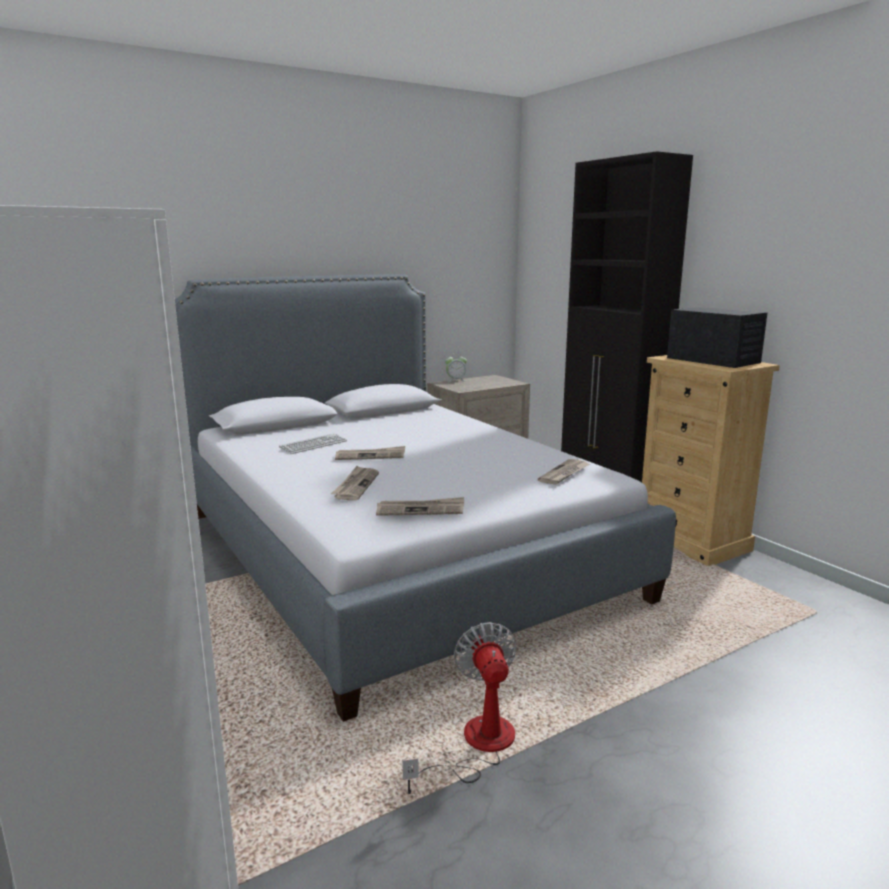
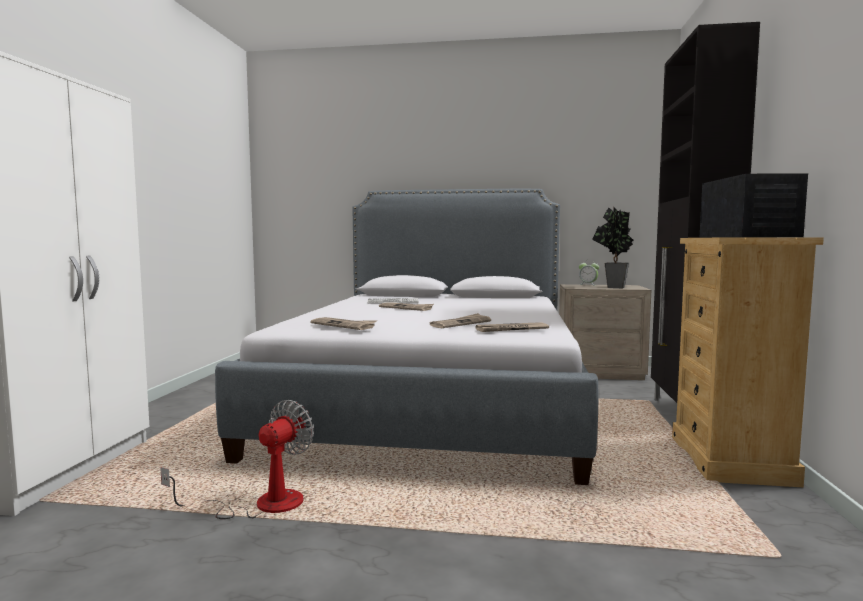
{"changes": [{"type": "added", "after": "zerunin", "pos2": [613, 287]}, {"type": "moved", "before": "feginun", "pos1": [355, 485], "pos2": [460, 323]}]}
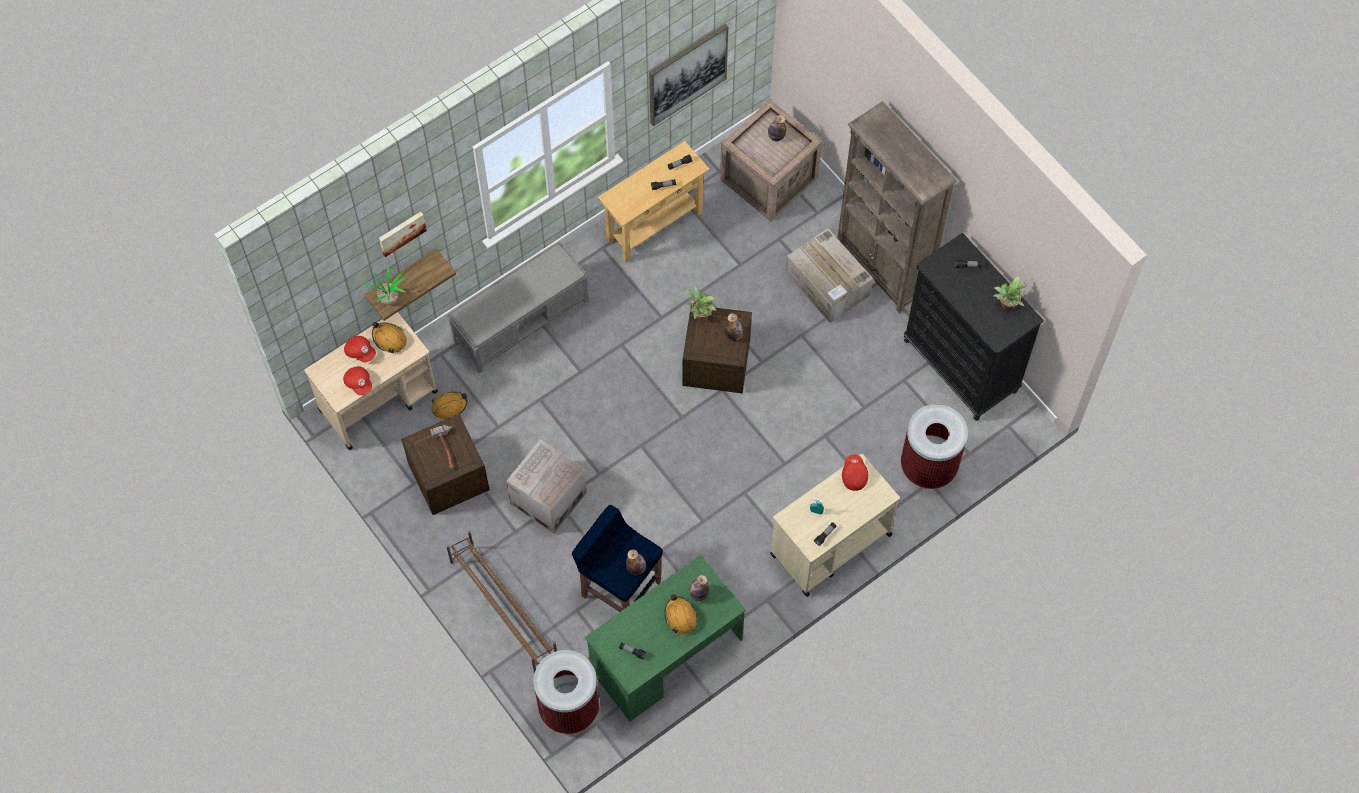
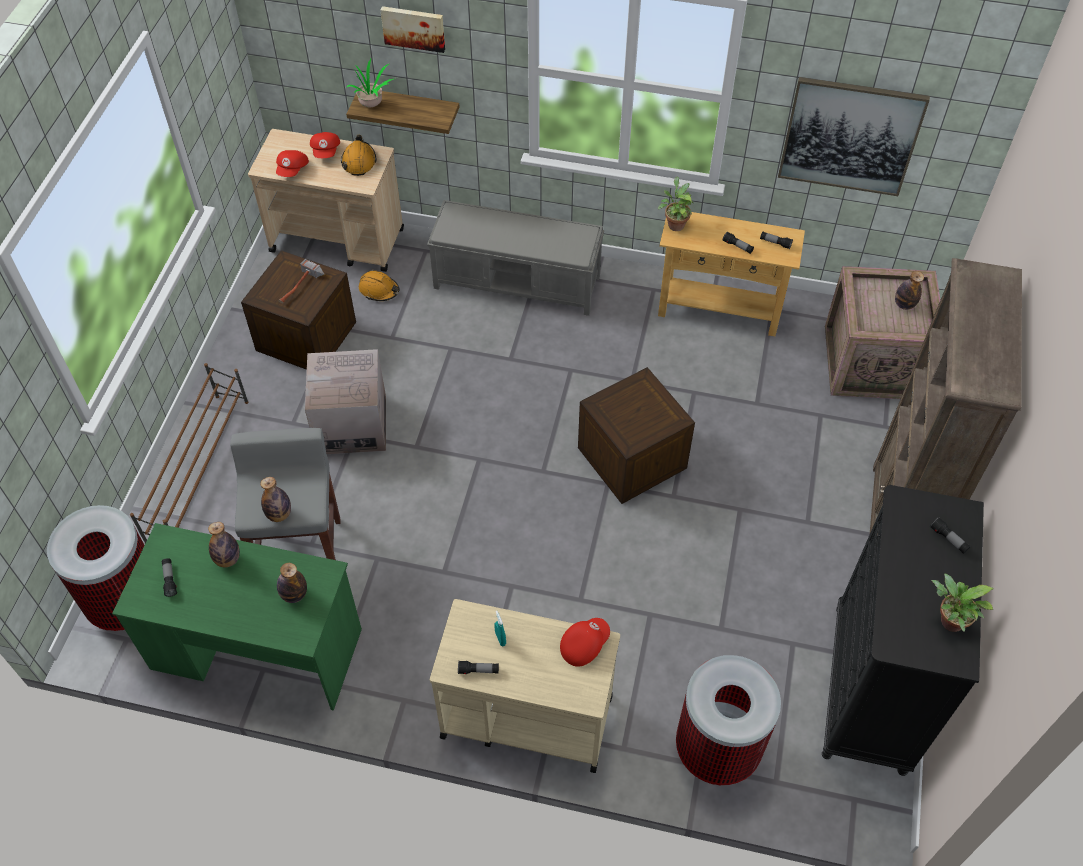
{"changes": [{"type": "removed", "before": "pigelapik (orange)", "pos1": [680, 617]}, {"type": "removed", "before": "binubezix", "pos1": [828, 284]}, {"type": "moved", "before": "zerunin", "pos1": [699, 314], "pos2": [675, 224]}, {"type": "moved", "before": "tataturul", "pos1": [734, 335], "pos2": [228, 559]}, {"type": "recoloured", "before": "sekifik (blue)", "after": "sekifik (grey)", "pos1": [620, 588], "pos2": [302, 551]}]}
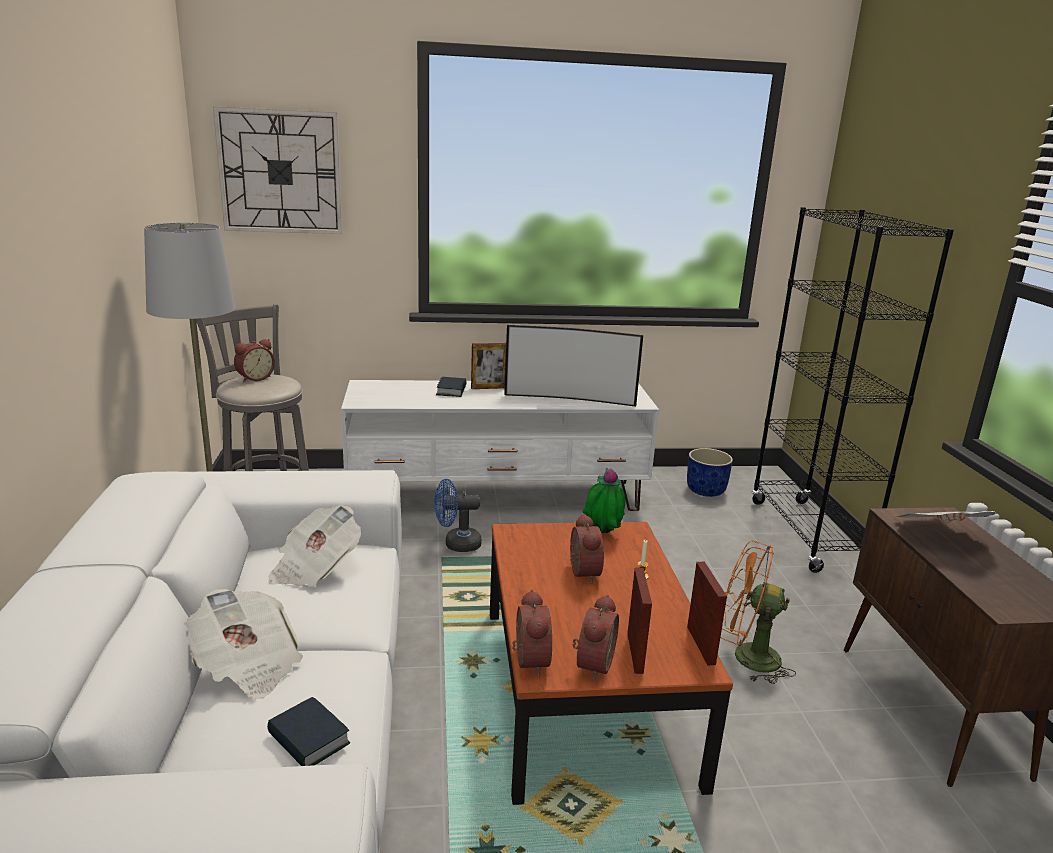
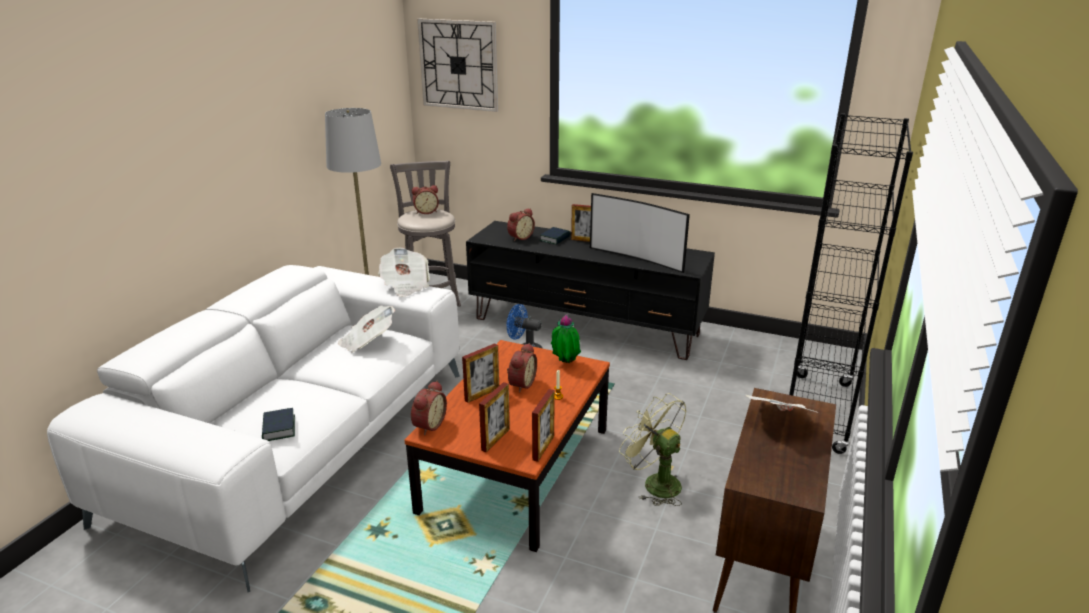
{"changes": [{"type": "removed", "before": "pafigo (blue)", "pos1": [705, 490]}, {"type": "added", "after": "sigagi", "pos2": [482, 394]}, {"type": "moved", "before": "feginun", "pos1": [247, 665], "pos2": [405, 285]}, {"type": "moved", "before": "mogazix", "pos1": [591, 663], "pos2": [520, 237]}, {"type": "recoloured", "before": "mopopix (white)", "after": "mopopix (black)", "pos1": [498, 496], "pos2": [586, 326]}, {"type": "recoloured", "before": "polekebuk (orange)", "after": "polekebuk (green)", "pos1": [746, 657], "pos2": [654, 483]}]}
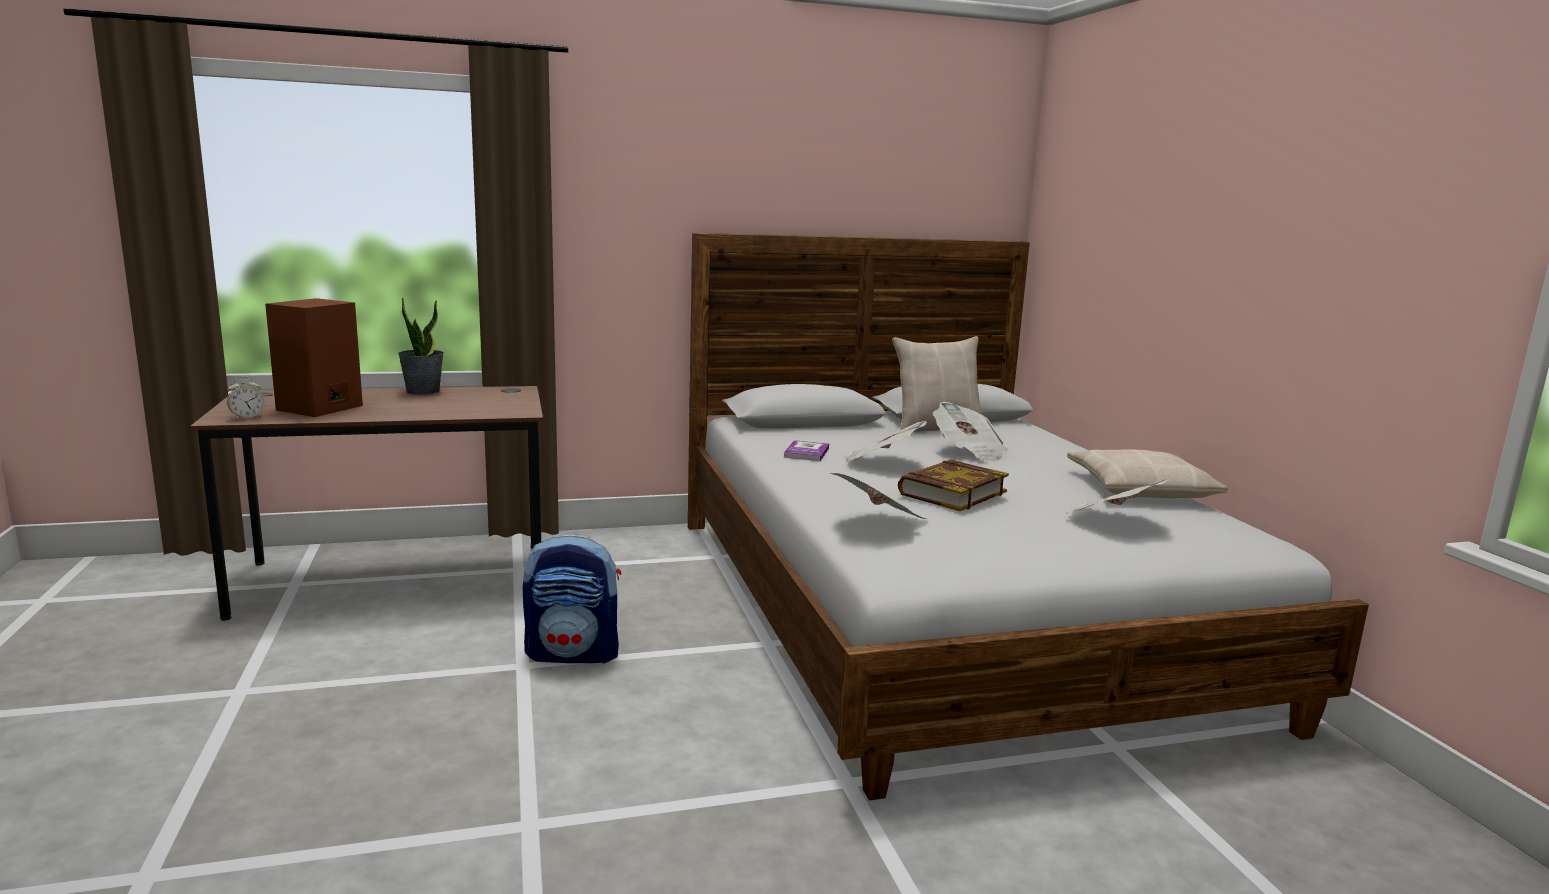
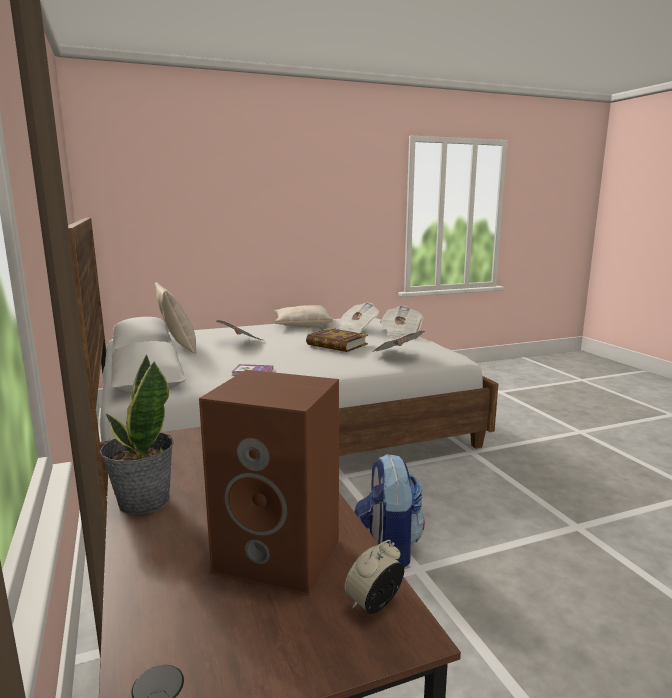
{"changes": [{"type": "moved", "before": "feginun", "pos1": [881, 463], "pos2": [400, 334]}, {"type": "turned", "before": "mogazix", "pos1": [247, 417], "pos2": [374, 604], "turn": -90}]}
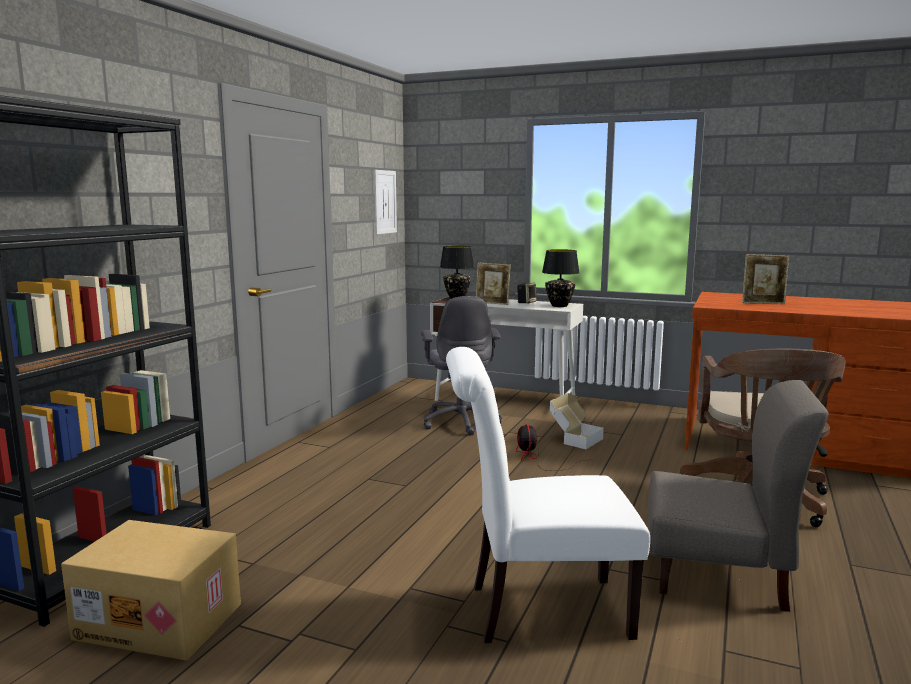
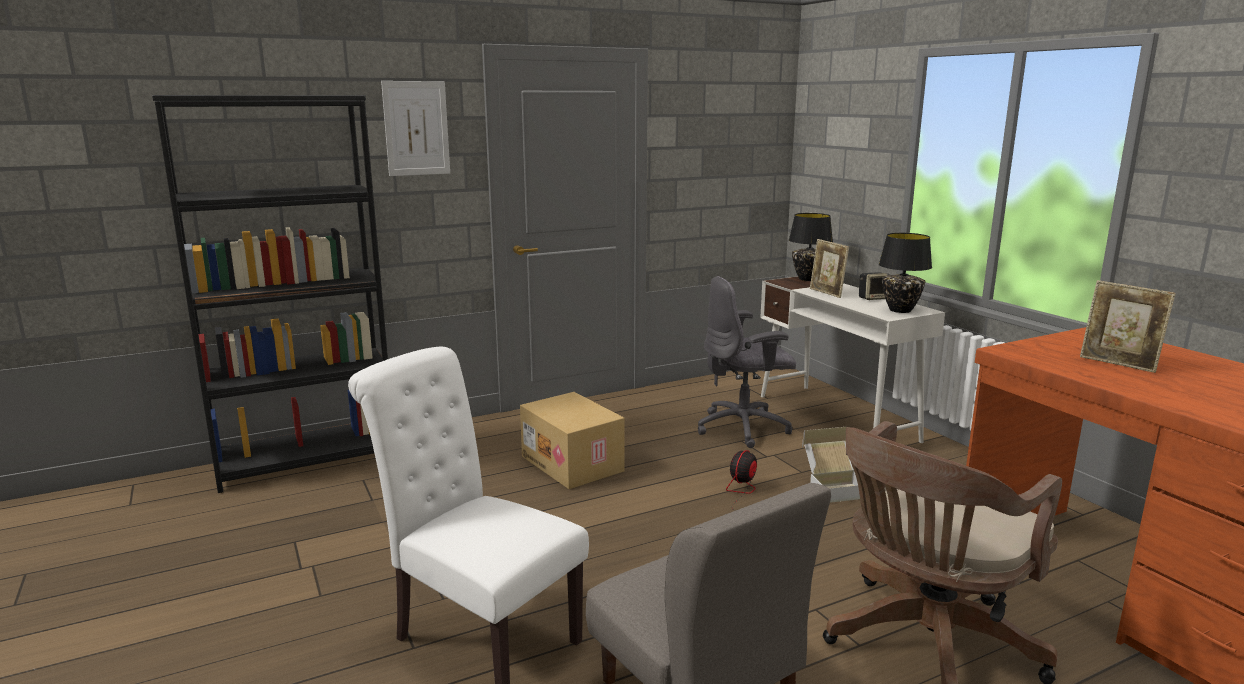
{"changes": [{"type": "moved", "before": "binubezix", "pos1": [161, 620], "pos2": [574, 463]}, {"type": "moved", "before": "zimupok", "pos1": [385, 202], "pos2": [416, 128]}, {"type": "turned", "before": "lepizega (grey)", "pos1": [461, 422], "pos2": [744, 428], "turn": 45}]}
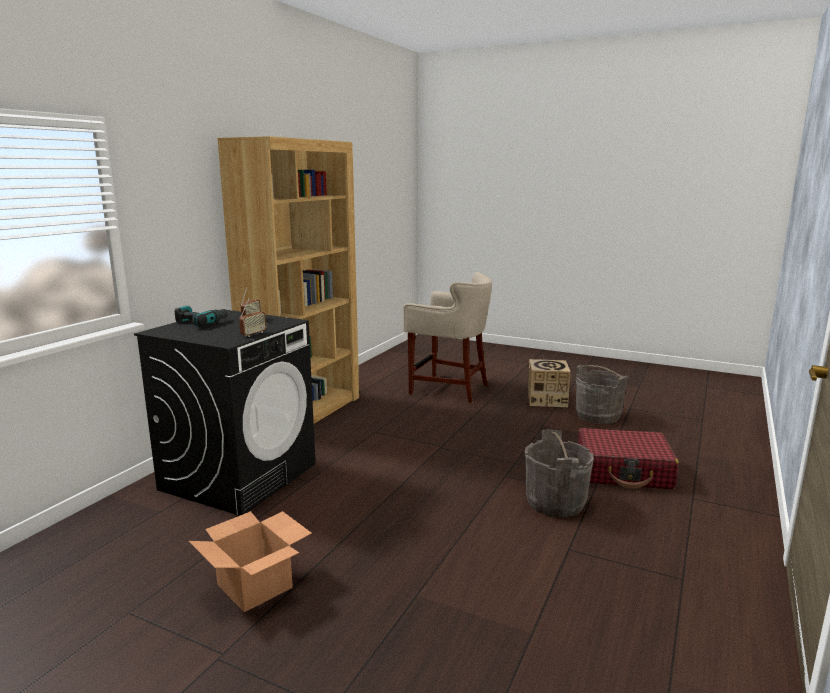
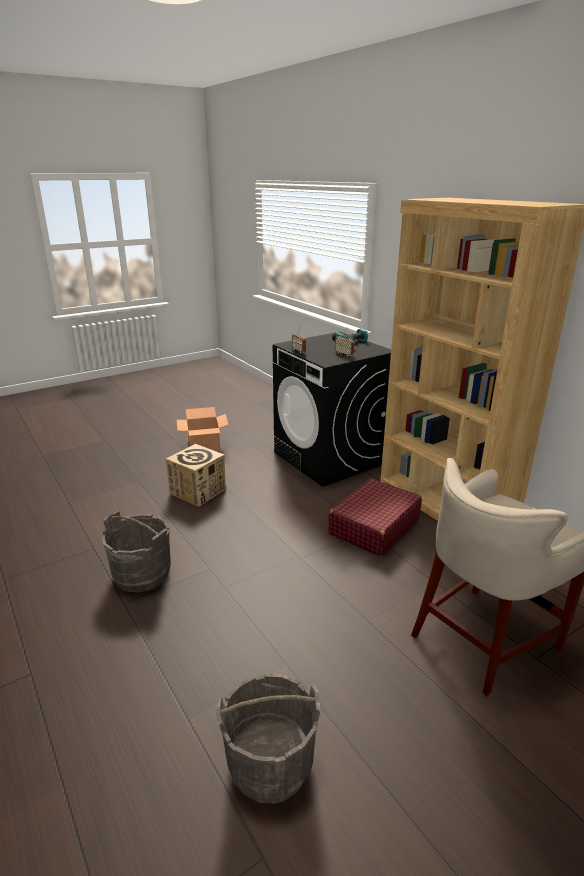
{"changes": [{"type": "moved", "before": "binubezix", "pos1": [547, 400], "pos2": [198, 491]}, {"type": "moved", "before": "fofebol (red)", "pos1": [623, 471], "pos2": [374, 527]}]}
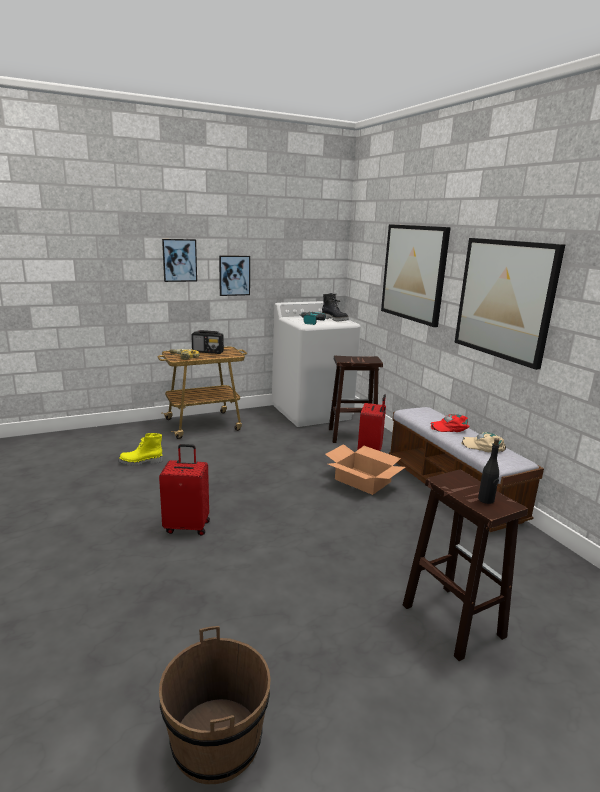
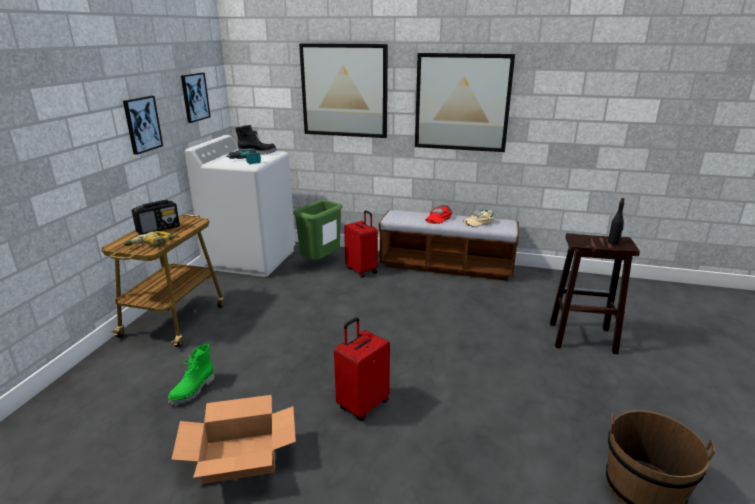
{"changes": [{"type": "moved", "before": "zimupok", "pos1": [179, 260], "pos2": [194, 97]}, {"type": "moved", "before": "binubezix", "pos1": [362, 480], "pos2": [240, 457]}, {"type": "replaced", "before": "sekifik (brown)", "after": "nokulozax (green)", "pos1": [351, 436], "pos2": [321, 263]}, {"type": "recoloured", "before": "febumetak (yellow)", "after": "febumetak (green)", "pos1": [141, 462], "pos2": [193, 391]}]}
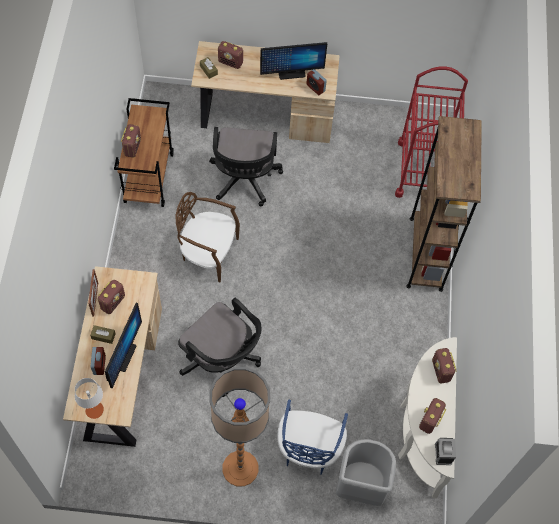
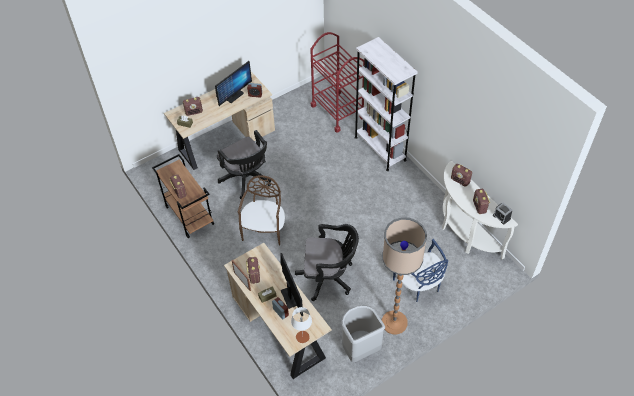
{"changes": [{"type": "moved", "before": "nokulozax (grey)", "pos1": [360, 486], "pos2": [360, 349]}, {"type": "recoloured", "before": "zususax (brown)", "after": "zususax (white)", "pos1": [426, 253], "pos2": [380, 148]}, {"type": "turned", "before": "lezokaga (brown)", "pos1": [208, 253], "pos2": [264, 229], "turn": 120}]}
